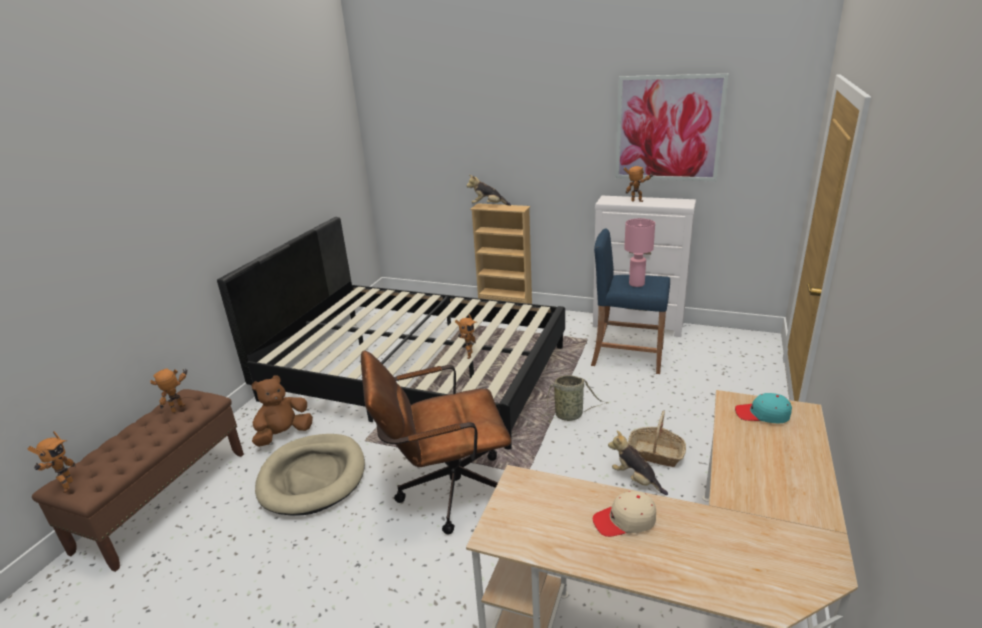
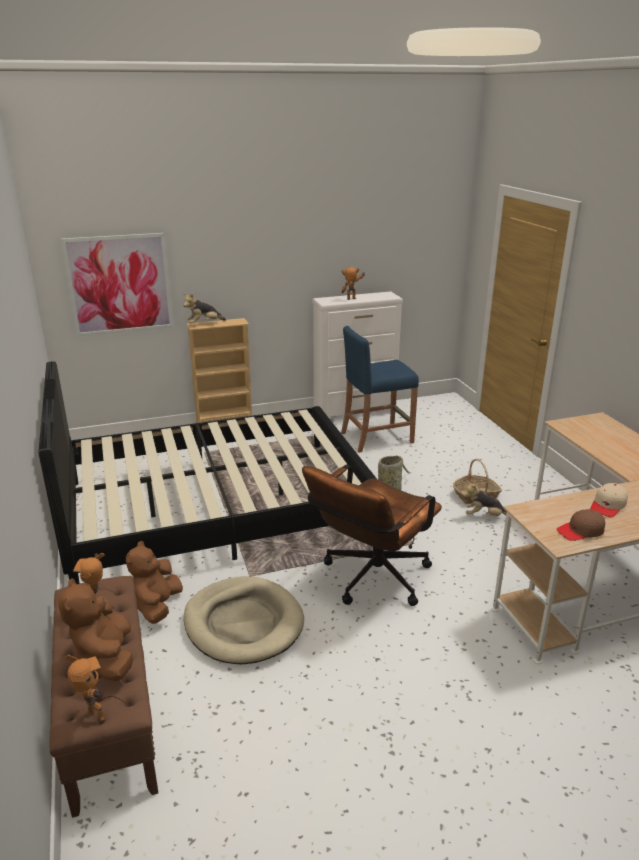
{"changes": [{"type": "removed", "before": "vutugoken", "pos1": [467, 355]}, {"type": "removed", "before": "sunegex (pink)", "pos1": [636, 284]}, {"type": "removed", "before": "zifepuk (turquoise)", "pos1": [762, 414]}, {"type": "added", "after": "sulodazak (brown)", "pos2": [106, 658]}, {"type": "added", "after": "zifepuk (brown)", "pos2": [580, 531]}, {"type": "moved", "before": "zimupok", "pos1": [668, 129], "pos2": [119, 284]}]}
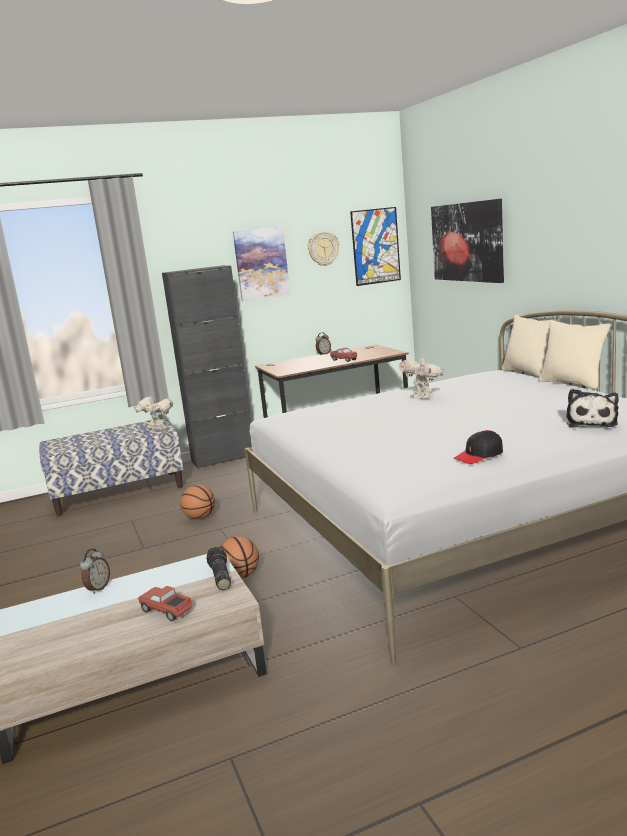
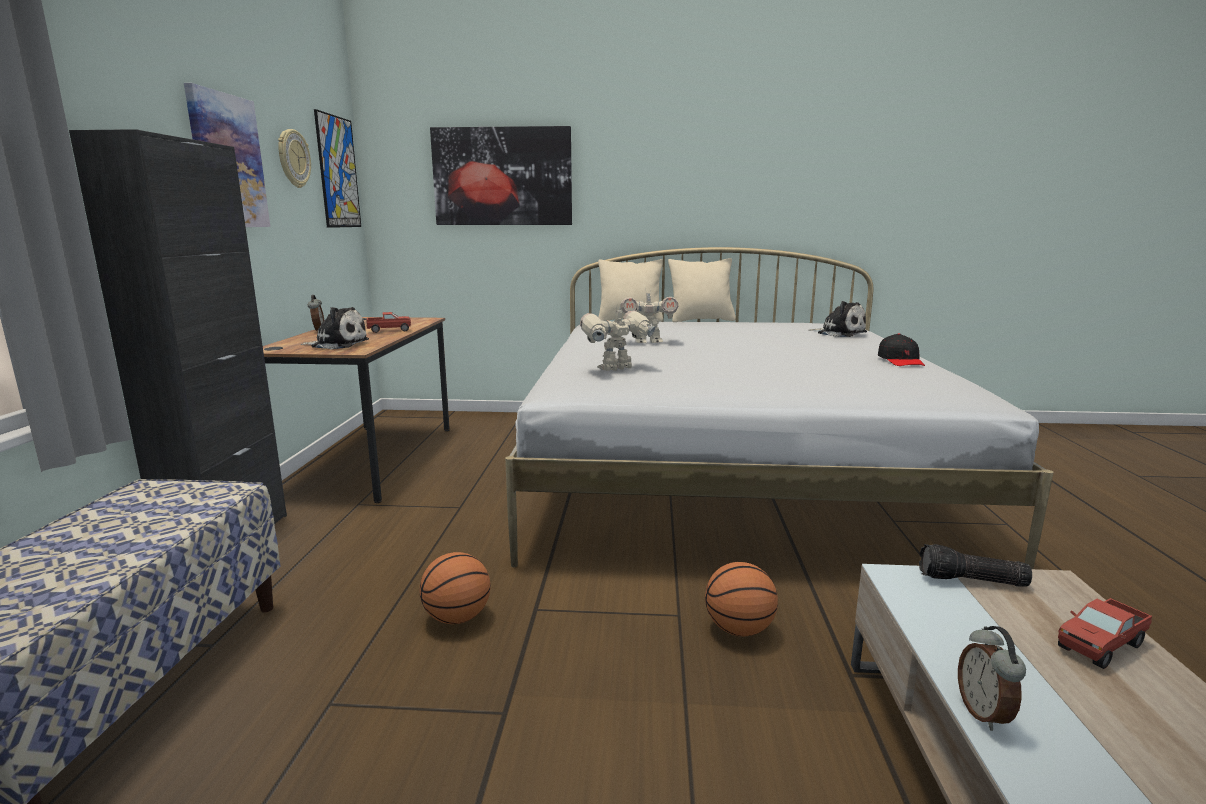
{"changes": [{"type": "added", "after": "sulodazak", "pos2": [337, 344]}, {"type": "moved", "before": "vutugoken", "pos1": [157, 429], "pos2": [616, 369]}, {"type": "turned", "before": "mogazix", "pos1": [98, 588], "pos2": [984, 713], "turn": -135}]}
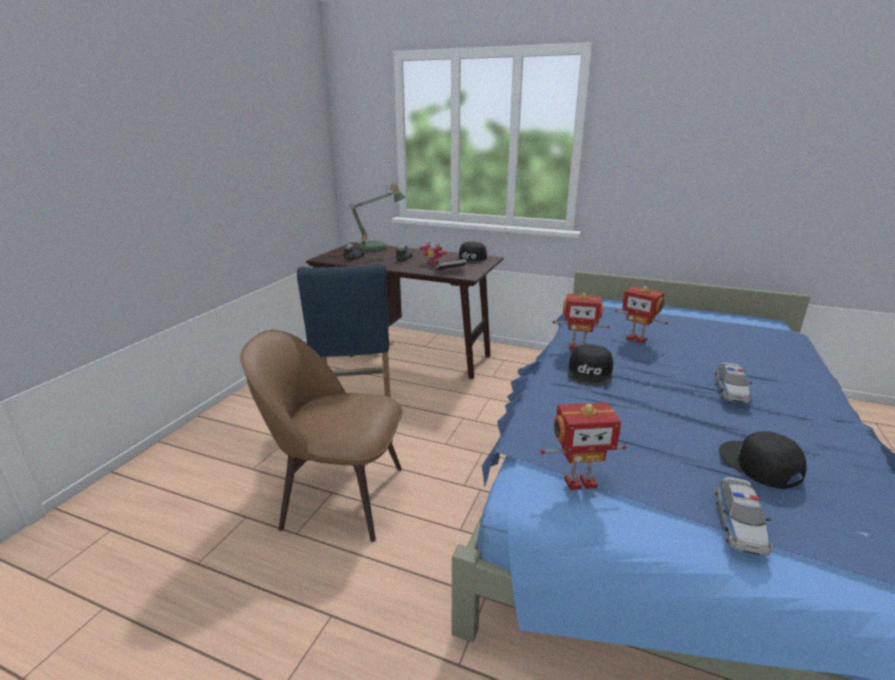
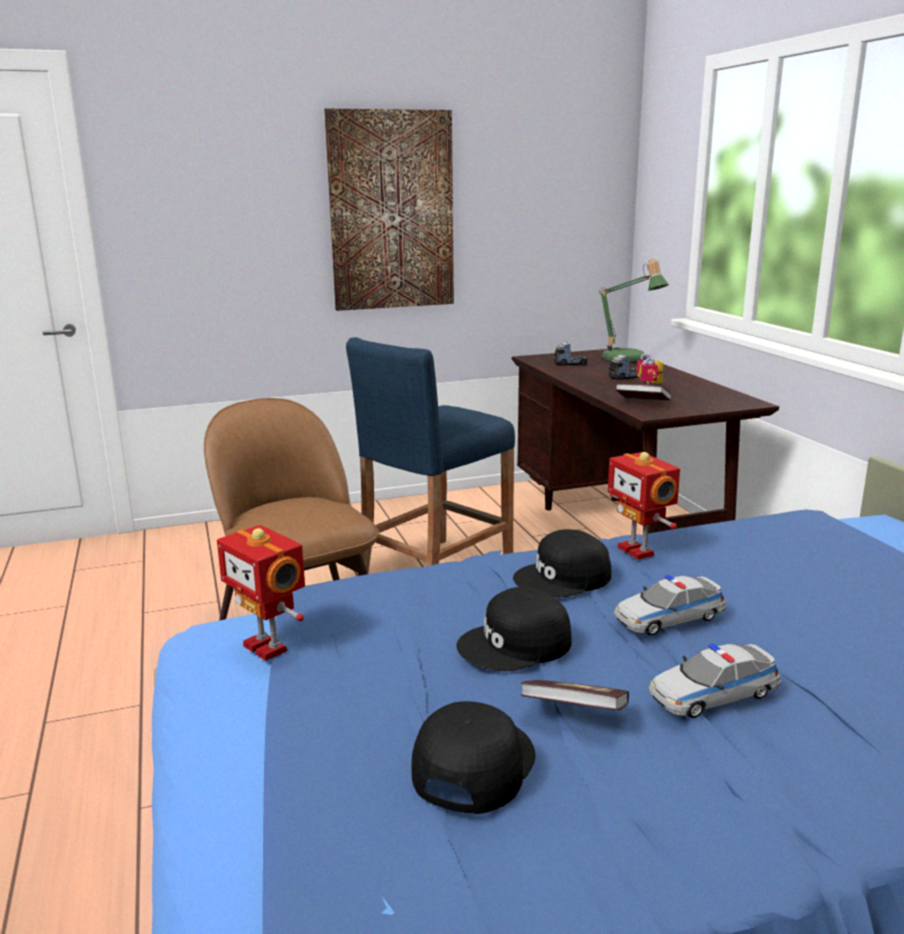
{"changes": [{"type": "removed", "before": "vutugoken", "pos1": [636, 339]}, {"type": "added", "after": "zimupok", "pos2": [391, 211]}, {"type": "added", "after": "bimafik", "pos2": [574, 713]}, {"type": "moved", "before": "zifepuk (black)", "pos1": [472, 259], "pos2": [516, 645]}, {"type": "moved", "before": "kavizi", "pos1": [739, 523], "pos2": [669, 618]}]}
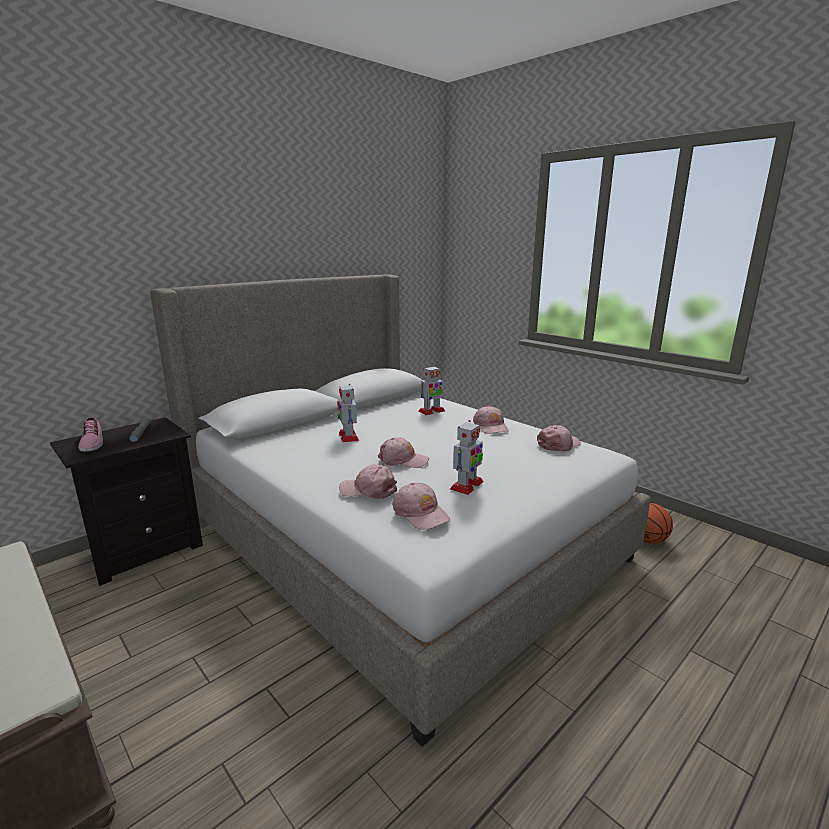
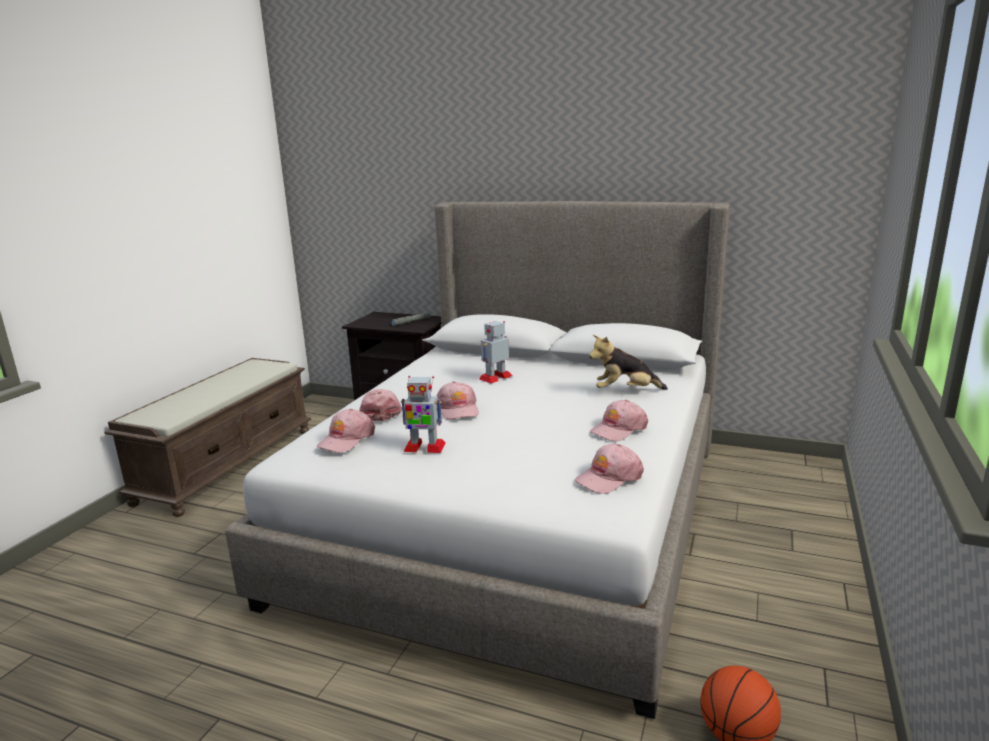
{"changes": [{"type": "removed", "before": "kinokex", "pos1": [91, 442]}, {"type": "replaced", "before": "vutugoken", "after": "sulodazak", "pos1": [431, 411], "pos2": [625, 391]}, {"type": "turned", "before": "zifepuk (pink)", "pos1": [558, 444], "pos2": [609, 478], "turn": 120}]}
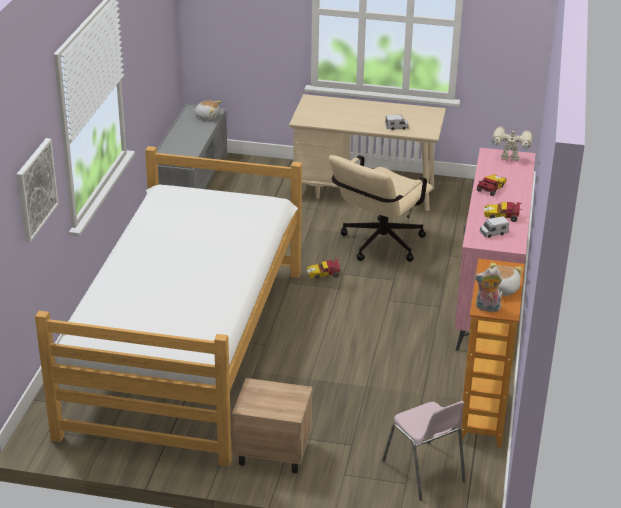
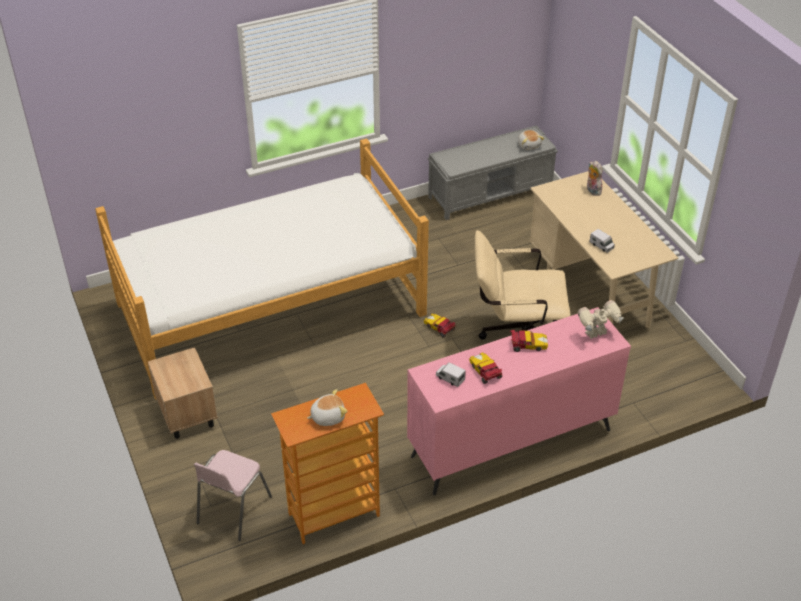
{"changes": [{"type": "removed", "before": "zimupok", "pos1": [35, 189]}, {"type": "moved", "before": "sulodazak", "pos1": [487, 308], "pos2": [592, 190]}, {"type": "turned", "before": "vutugoken", "pos1": [509, 159], "pos2": [597, 334], "turn": -90}]}
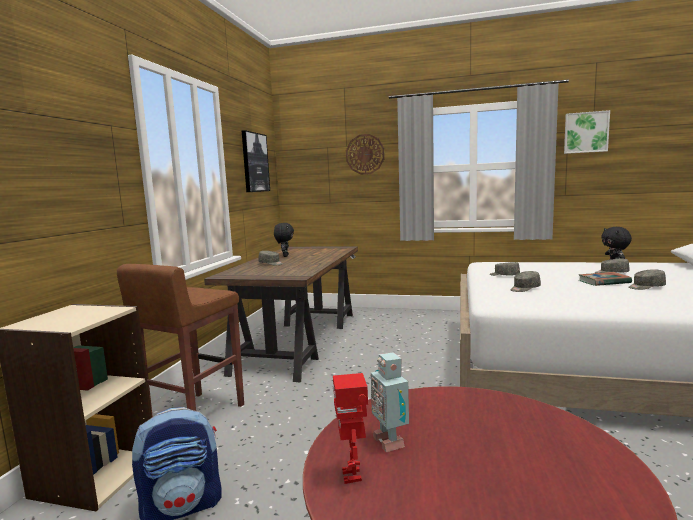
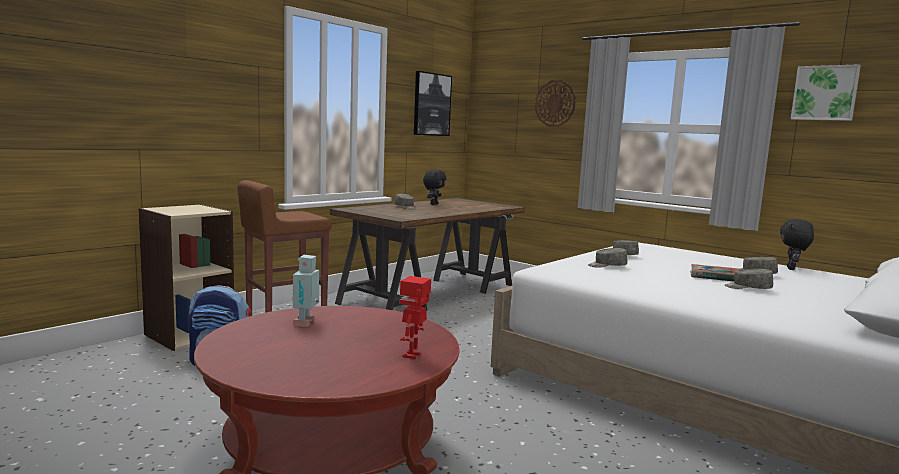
{"changes": [{"type": "moved", "before": "vutugoken", "pos1": [353, 475], "pos2": [412, 355]}]}
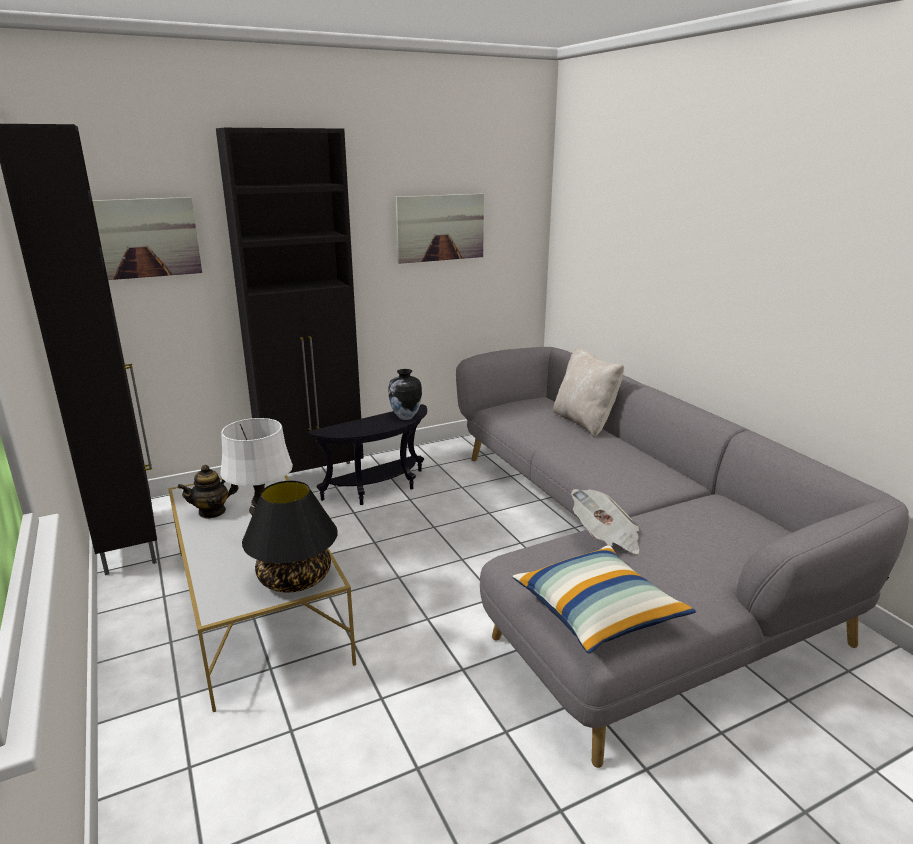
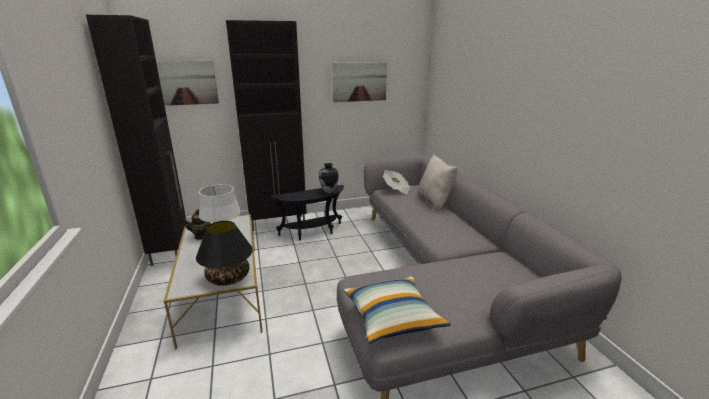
{"changes": [{"type": "moved", "before": "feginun", "pos1": [605, 538], "pos2": [396, 189]}]}
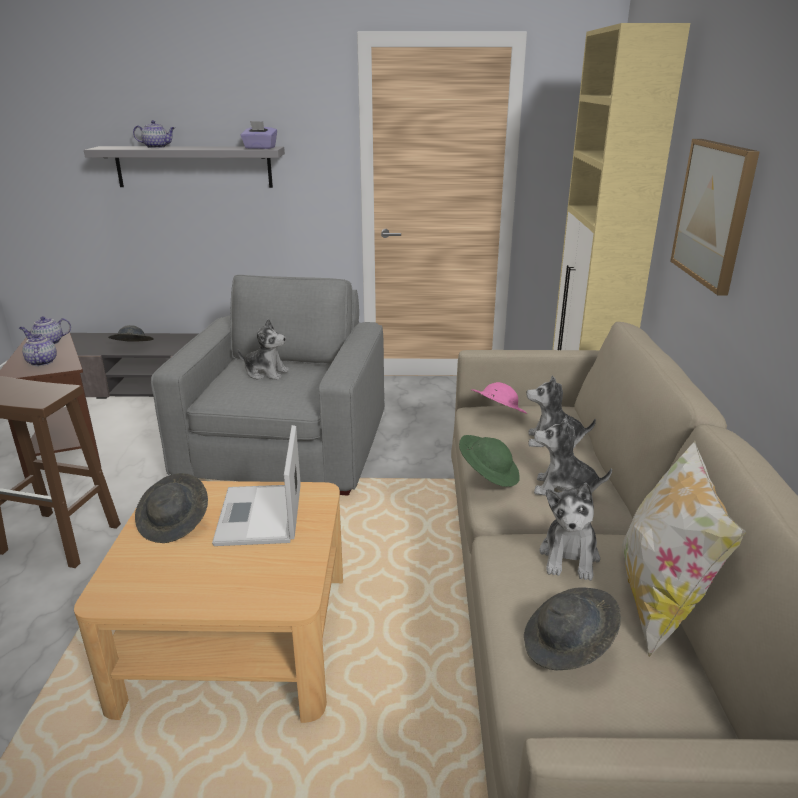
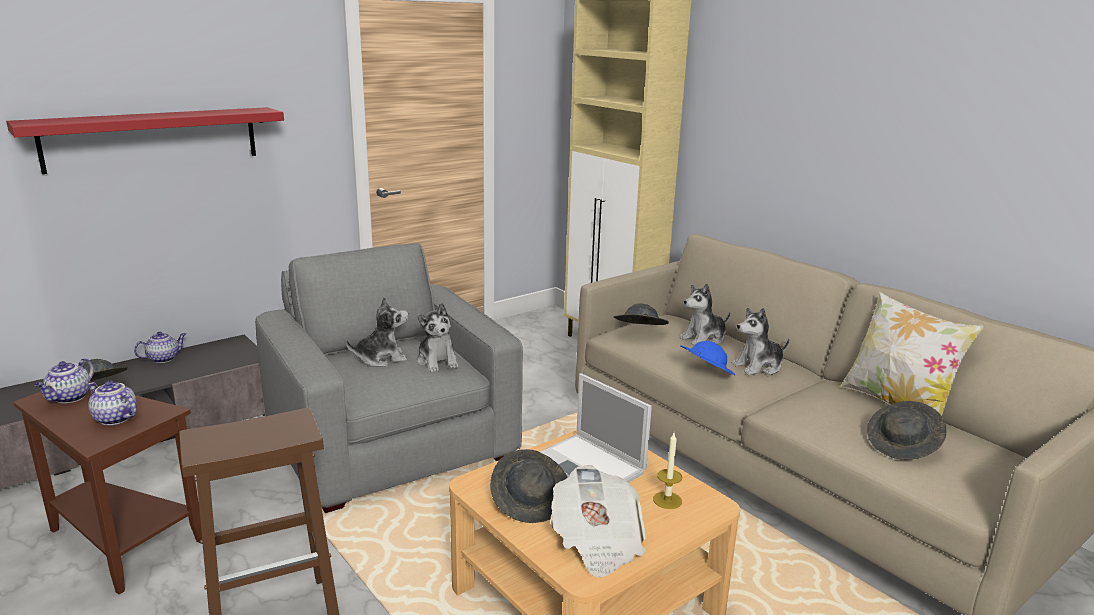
{"changes": [{"type": "removed", "before": "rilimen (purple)", "pos1": [260, 148]}, {"type": "removed", "before": "zimupok", "pos1": [714, 213]}, {"type": "added", "after": "feginun", "pos2": [597, 543]}, {"type": "added", "after": "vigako", "pos2": [667, 500]}, {"type": "moved", "before": "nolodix", "pos1": [157, 147], "pos2": [164, 358]}, {"type": "moved", "before": "sulodazak", "pos1": [569, 556], "pos2": [437, 361]}, {"type": "recoloured", "before": "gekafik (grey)", "after": "gekafik (red)", "pos1": [194, 167], "pos2": [152, 138]}, {"type": "recoloured", "before": "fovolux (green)", "after": "fovolux (blue)", "pos1": [488, 474], "pos2": [705, 373]}, {"type": "recoloured", "before": "fovolux (pink)", "after": "fovolux (grey)", "pos1": [497, 414], "pos2": [639, 332]}]}
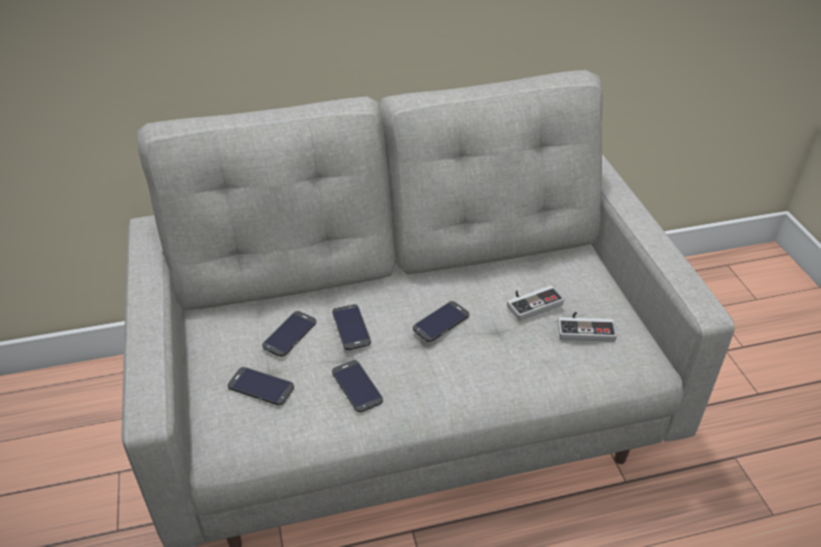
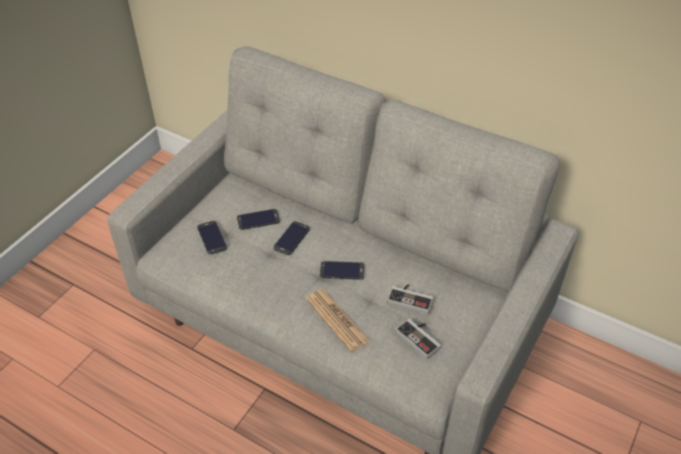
{"changes": [{"type": "removed", "before": "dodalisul", "pos1": [357, 386]}, {"type": "added", "after": "feginun", "pos2": [336, 320]}]}
